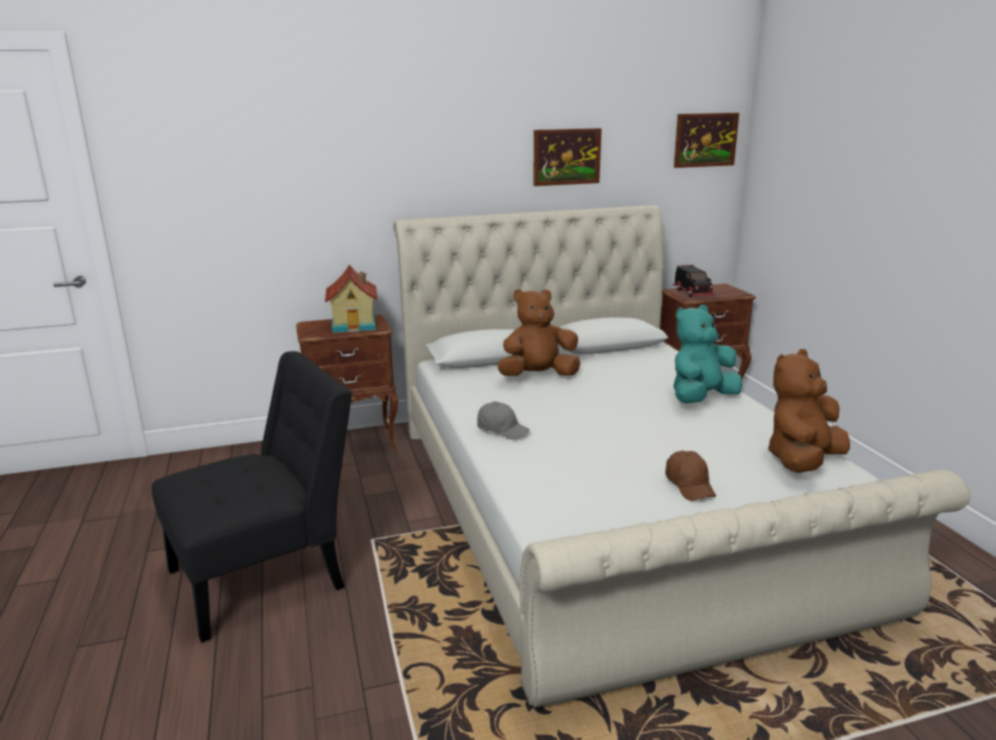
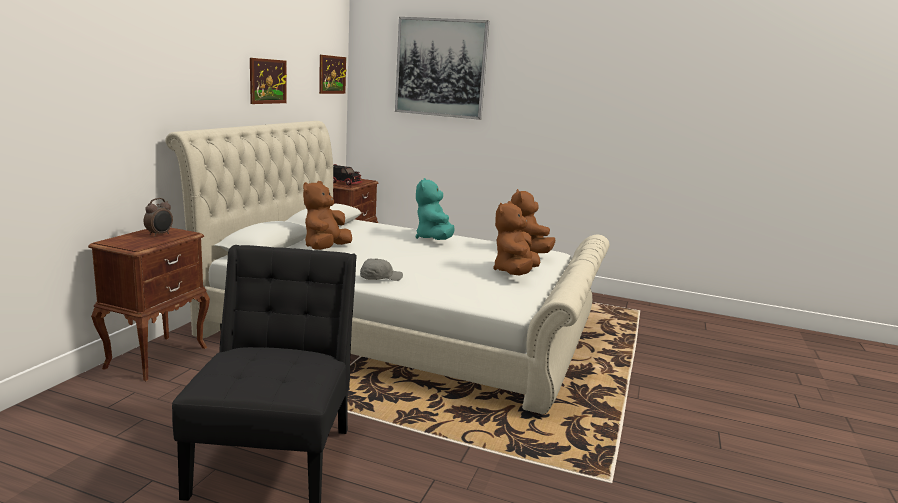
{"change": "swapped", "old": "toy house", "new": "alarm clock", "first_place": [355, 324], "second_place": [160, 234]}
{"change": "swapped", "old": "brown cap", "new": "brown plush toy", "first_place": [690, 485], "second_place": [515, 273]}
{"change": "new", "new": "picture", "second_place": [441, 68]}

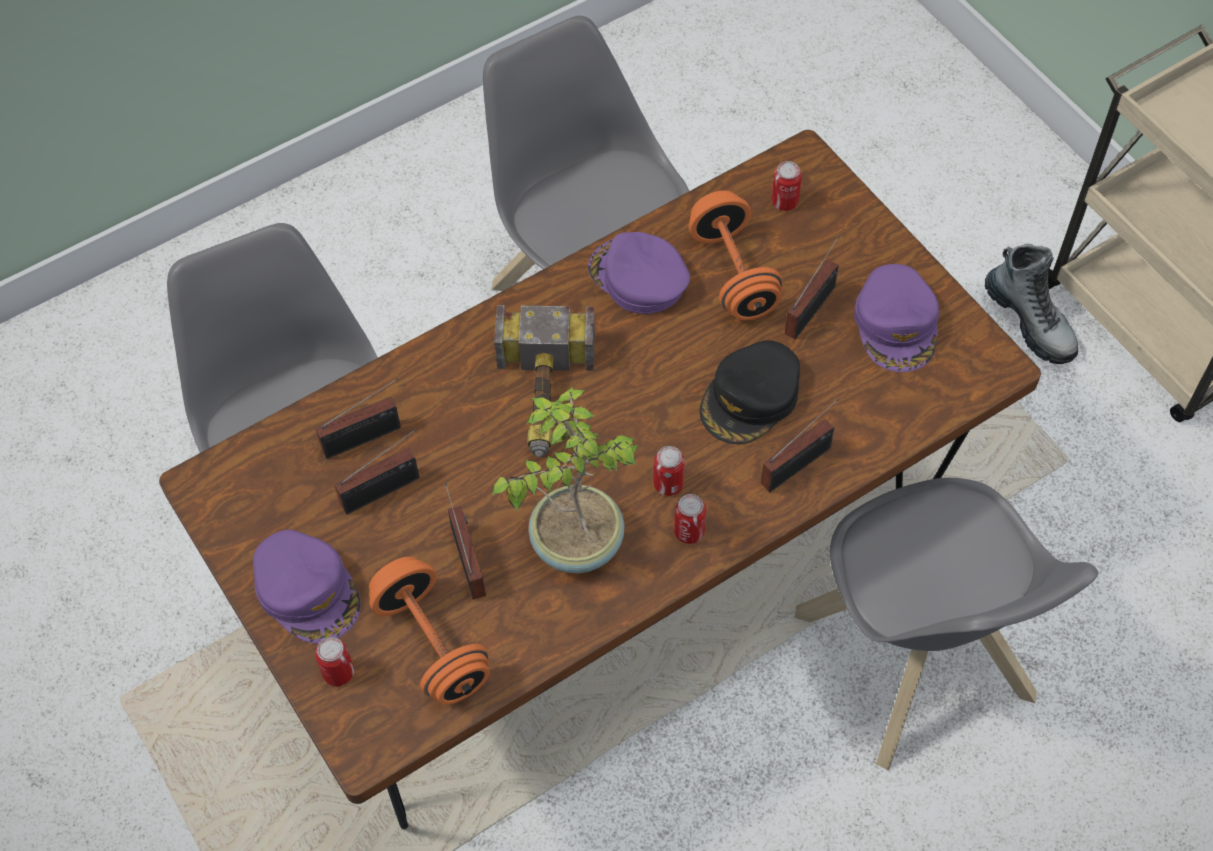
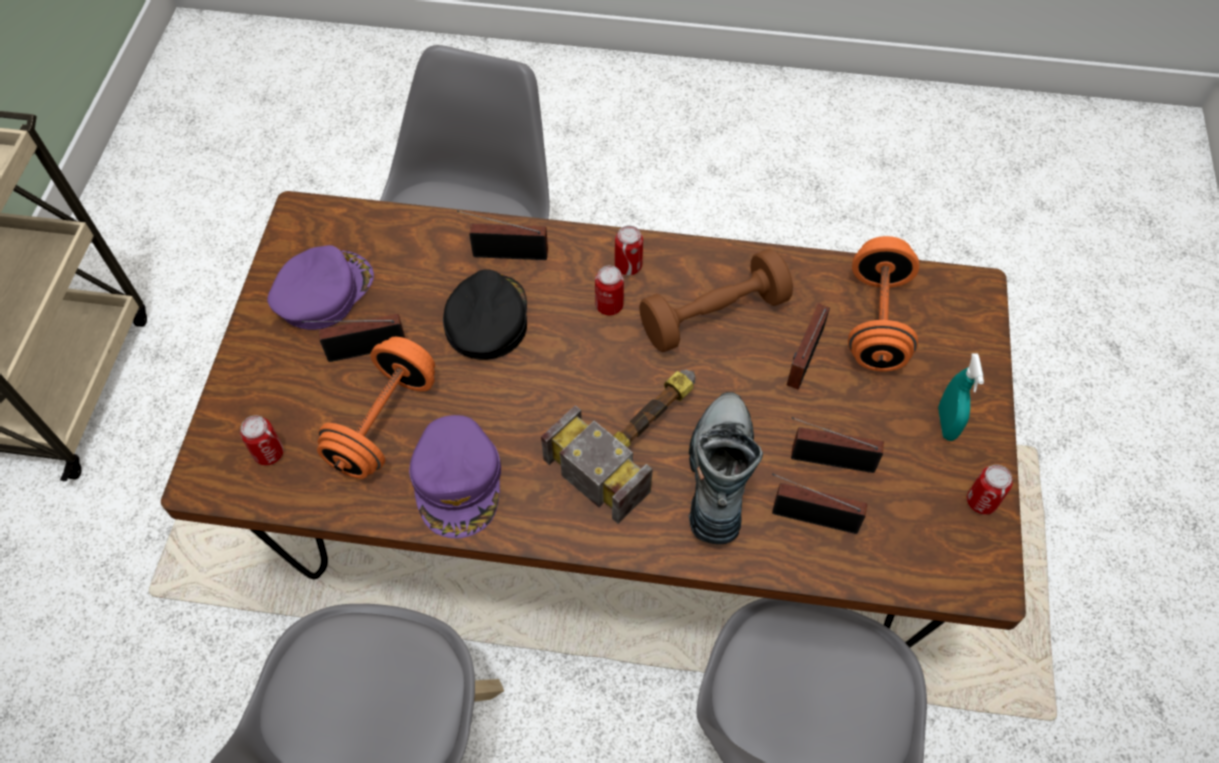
{"change": "shifted", "old": "boot", "first_place": [1030, 321], "second_place": [719, 474]}
{"change": "rotated", "old": "black cap", "first_place": [750, 399], "second_place": [486, 319], "degrees": -75}
{"change": "swapped", "old": "potted plant", "new": "brown dumbbell", "first_place": [575, 541], "second_place": [713, 316]}
{"change": "swapped", "old": "purple cap", "new": "turquoise spray bottle", "first_place": [308, 591], "second_place": [946, 423]}
{"change": "shifted", "old": "can", "first_place": [338, 672], "second_place": [981, 501]}

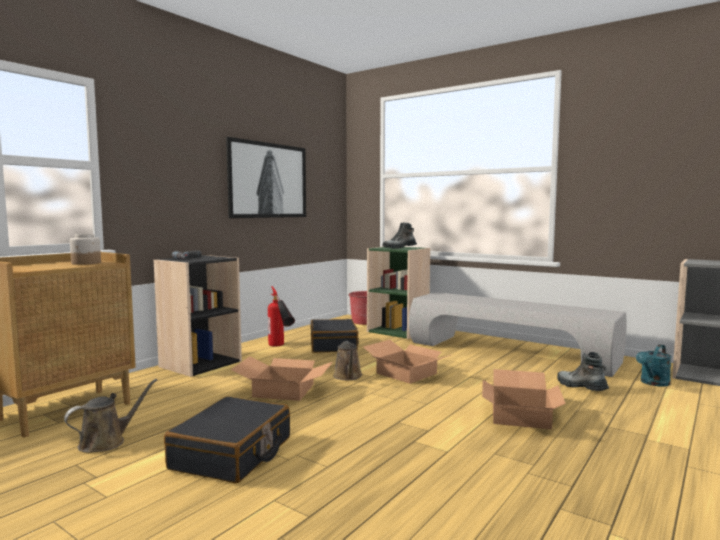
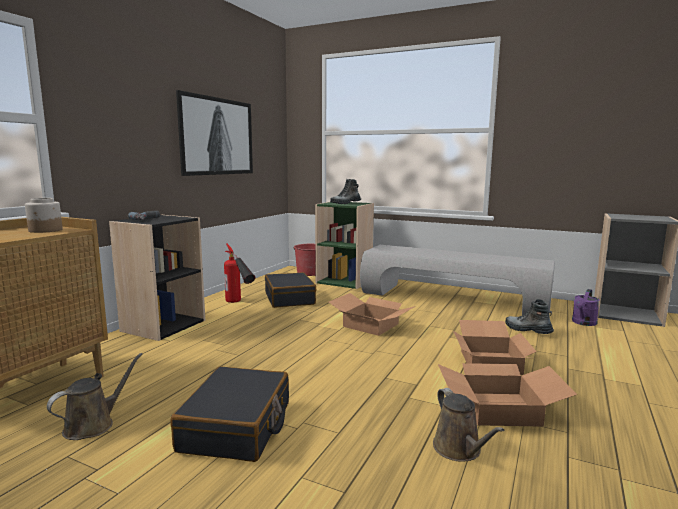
{"change": "shifted", "old": "brown watering can", "first_place": [348, 376], "second_place": [459, 450]}
{"change": "repainted", "old": "turquoise watering can", "new": "purple watering can", "first_place": [653, 383], "second_place": [583, 323]}
{"change": "shifted", "old": "cardboard box", "first_place": [282, 391], "second_place": [499, 409]}

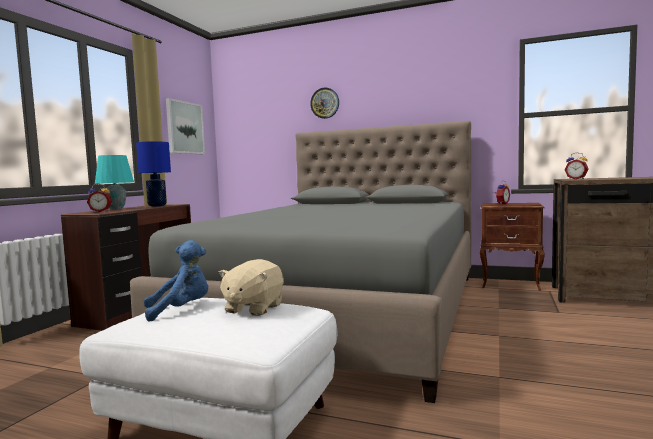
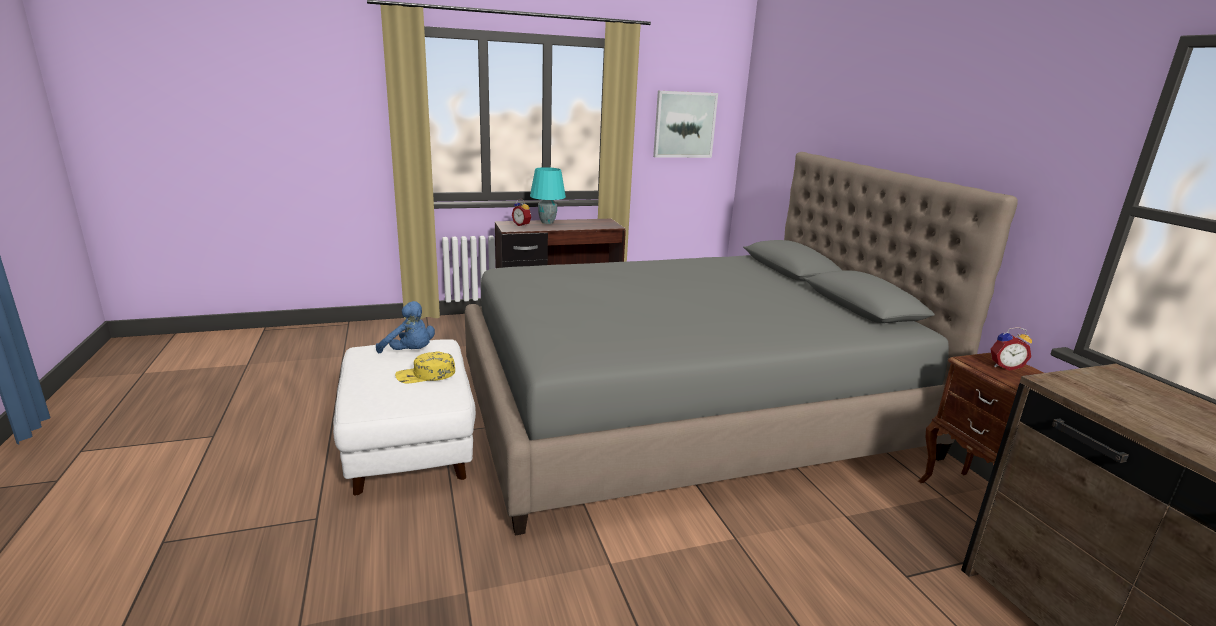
{"change": "gone", "old": "wall clock", "first_place": [325, 103]}
{"change": "gone", "old": "blue table lamp", "first_place": [157, 206]}
{"change": "gone", "old": "alarm clock", "first_place": [576, 179]}
{"change": "swapped", "old": "beige plush toy", "new": "yellow cap", "first_place": [253, 308], "second_place": [425, 375]}

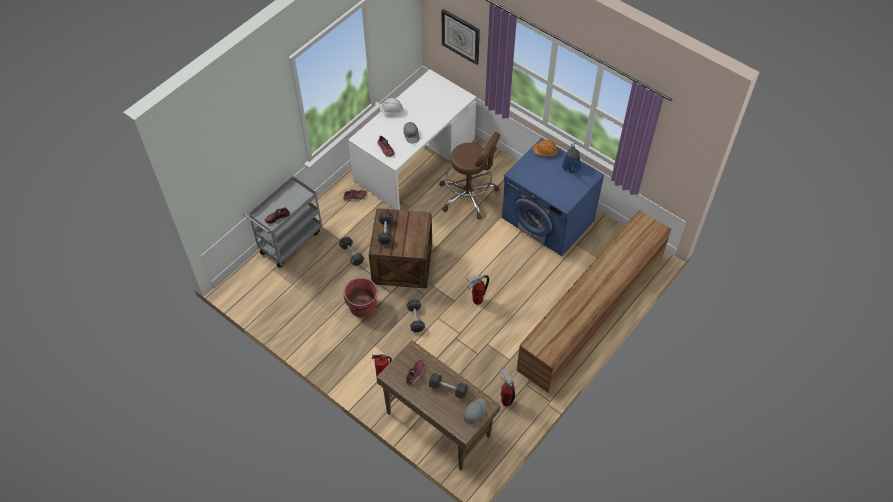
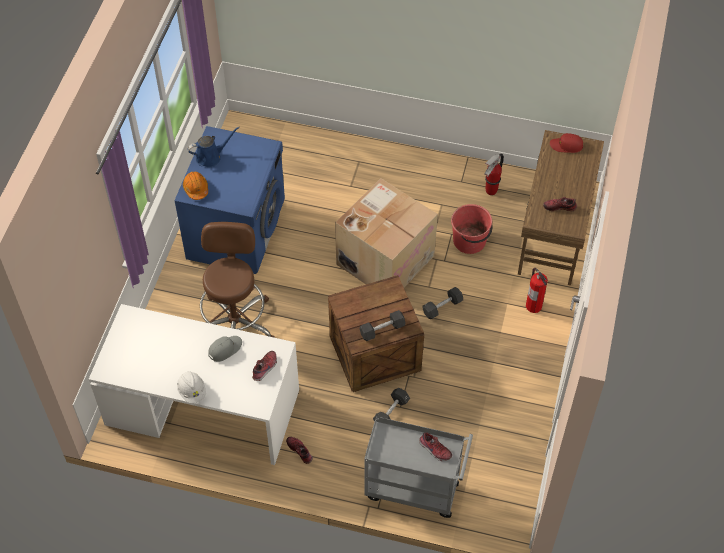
{"change": "gone", "old": "wall clock", "first_place": [461, 36]}
{"change": "gone", "old": "brown cabinet", "first_place": [590, 318]}
{"change": "swapped", "old": "fire extinguisher", "new": "cardboard box", "first_place": [477, 301], "second_place": [385, 259]}
{"change": "shifted", "old": "red bucket", "first_place": [362, 306], "second_place": [470, 241]}
{"change": "gone", "old": "black dumbbell", "first_place": [448, 389]}
{"change": "repainted", "old": "grey cap", "new": "red cap", "first_place": [474, 411], "second_place": [566, 145]}

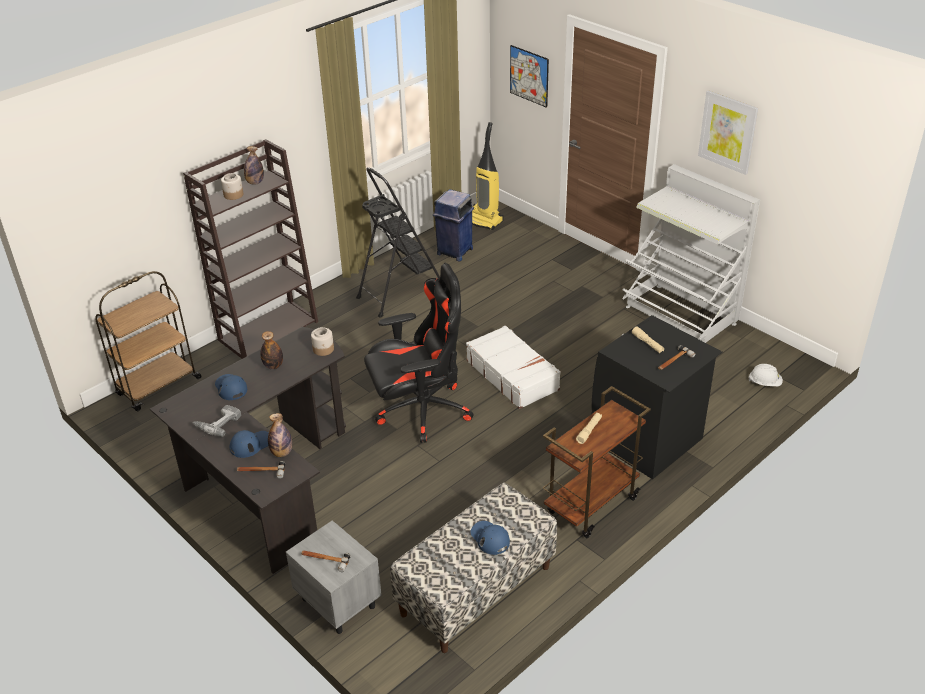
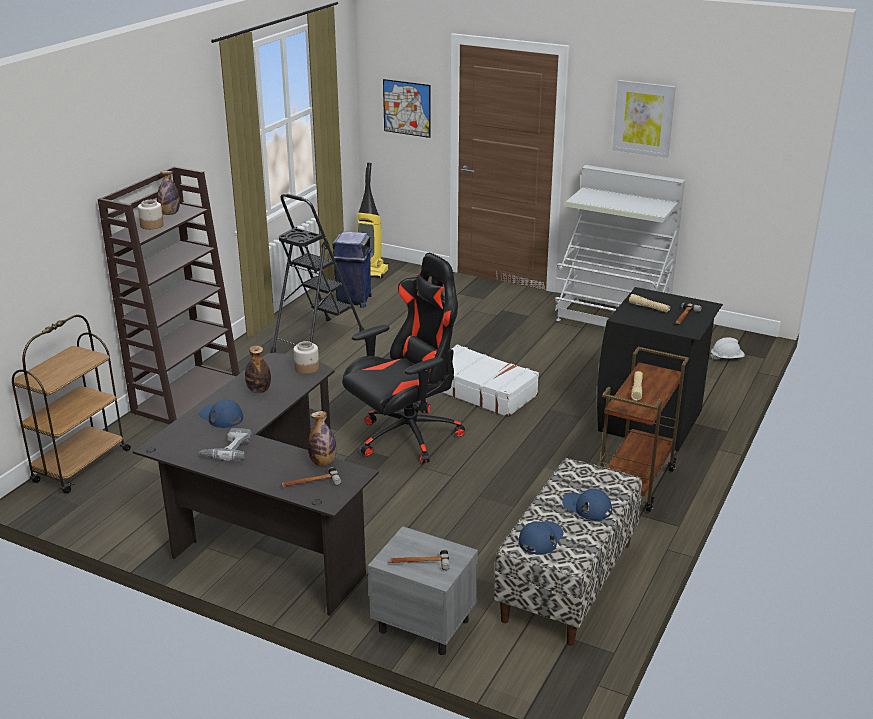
{"change": "shifted", "old": "blue cap", "first_place": [250, 444], "second_place": [541, 539]}

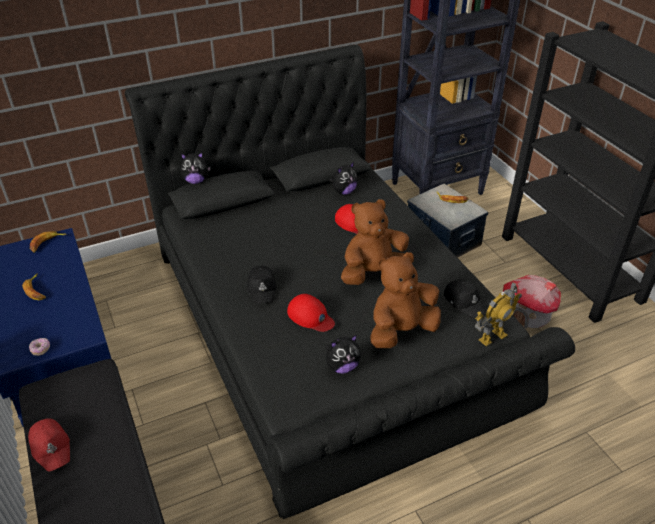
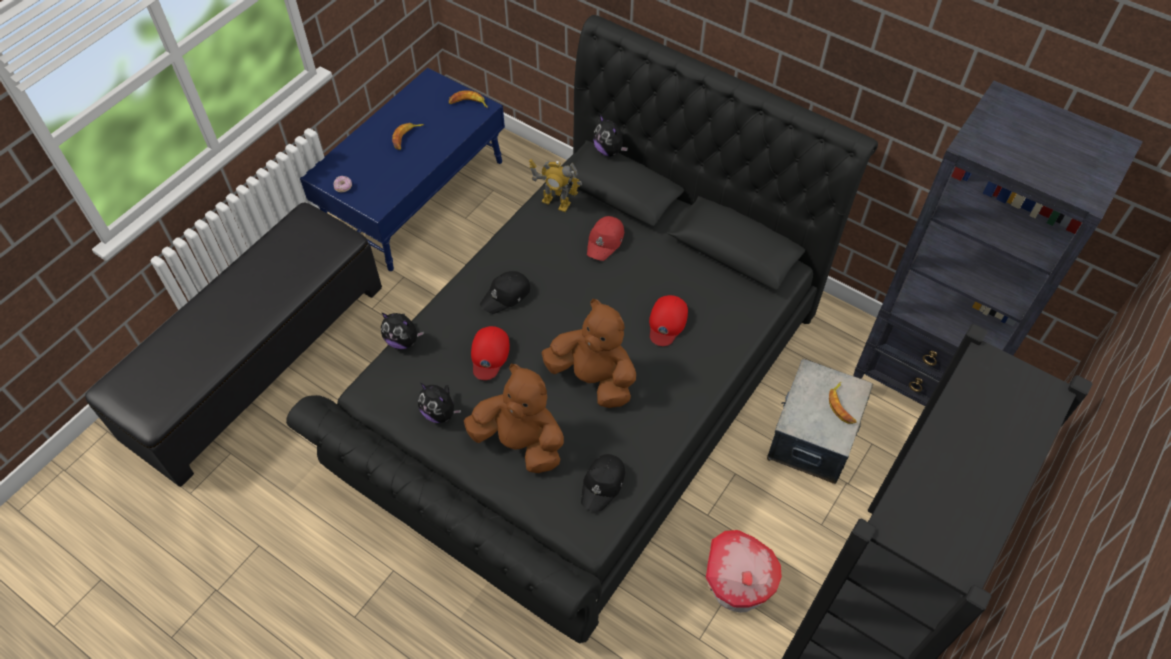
{"change": "shifted", "old": "plush toy", "first_place": [344, 192], "second_place": [403, 340]}
{"change": "shifted", "old": "toy robot", "first_place": [492, 337], "second_place": [556, 203]}
{"change": "shifted", "old": "red cap", "first_place": [51, 447], "second_place": [605, 241]}

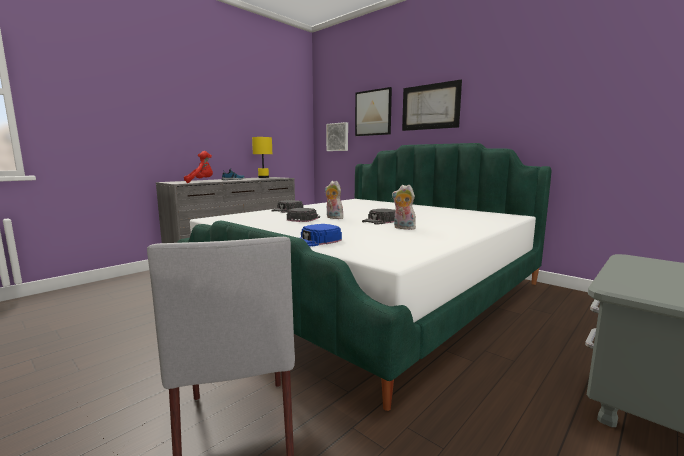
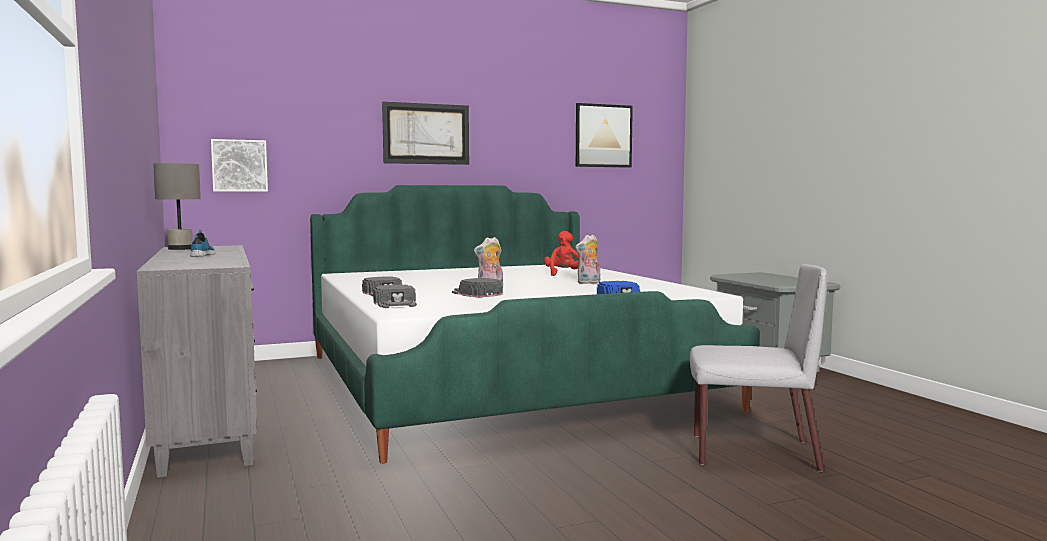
{"change": "shifted", "old": "picture", "first_place": [373, 113], "second_place": [603, 136]}
{"change": "repainted", "old": "yellow table lamp", "new": "grey table lamp", "first_place": [263, 177], "second_place": [180, 248]}
{"change": "shifted", "old": "red plush toy", "first_place": [200, 182], "second_place": [564, 275]}
{"change": "shifted", "old": "black cap", "first_place": [380, 221], "second_place": [396, 303]}

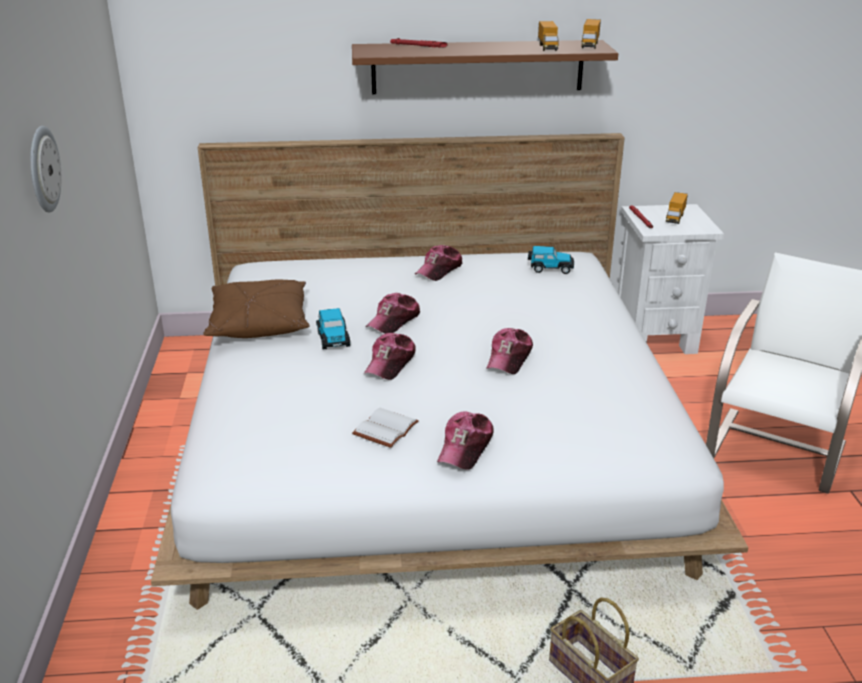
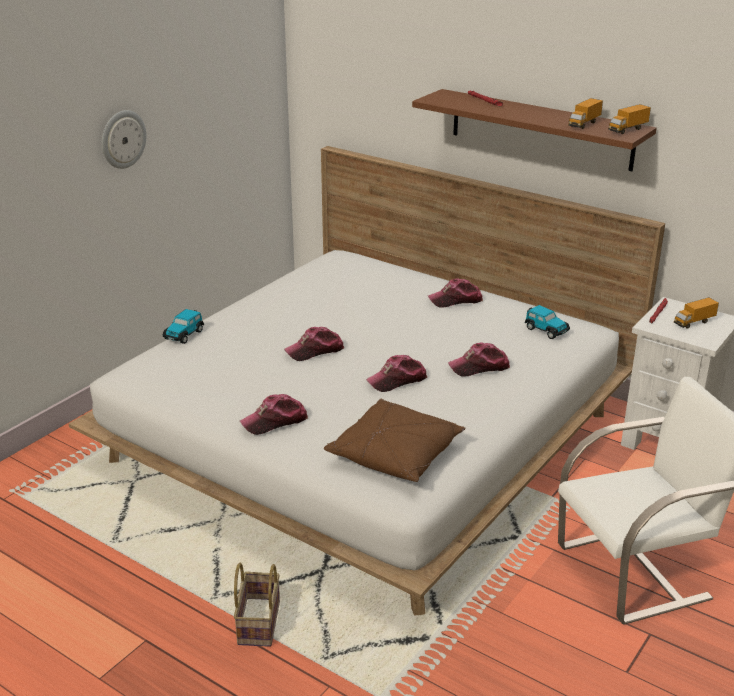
{"change": "shifted", "old": "brown pillow", "first_place": [259, 323], "second_place": [395, 454]}
{"change": "shifted", "old": "cap", "first_place": [394, 321], "second_place": [479, 367]}
{"change": "shifted", "old": "toy car", "first_place": [333, 339], "second_place": [184, 334]}
{"change": "gone", "old": "white book", "first_place": [385, 428]}

